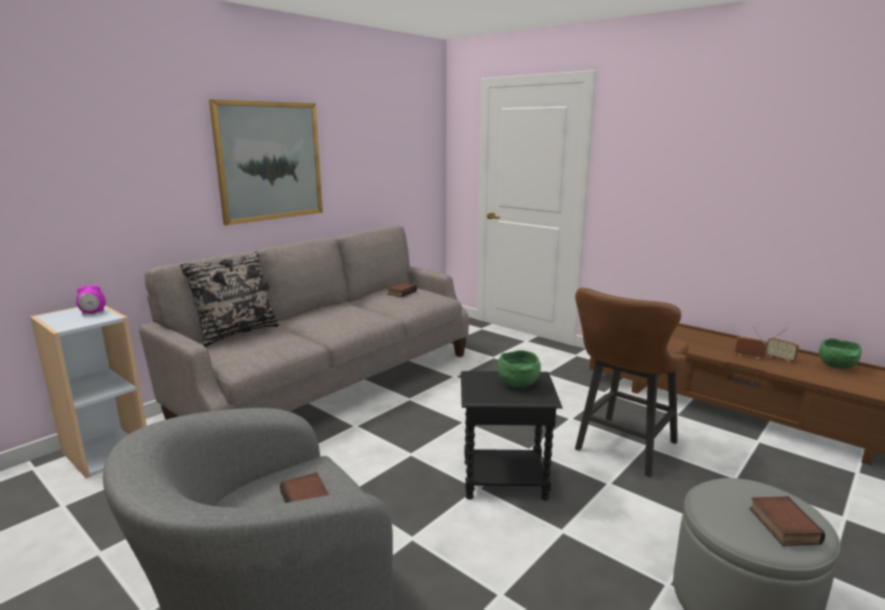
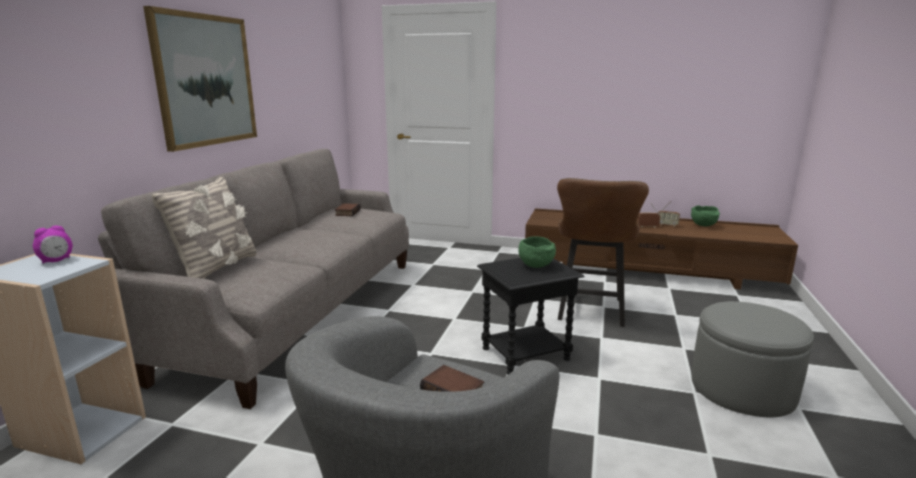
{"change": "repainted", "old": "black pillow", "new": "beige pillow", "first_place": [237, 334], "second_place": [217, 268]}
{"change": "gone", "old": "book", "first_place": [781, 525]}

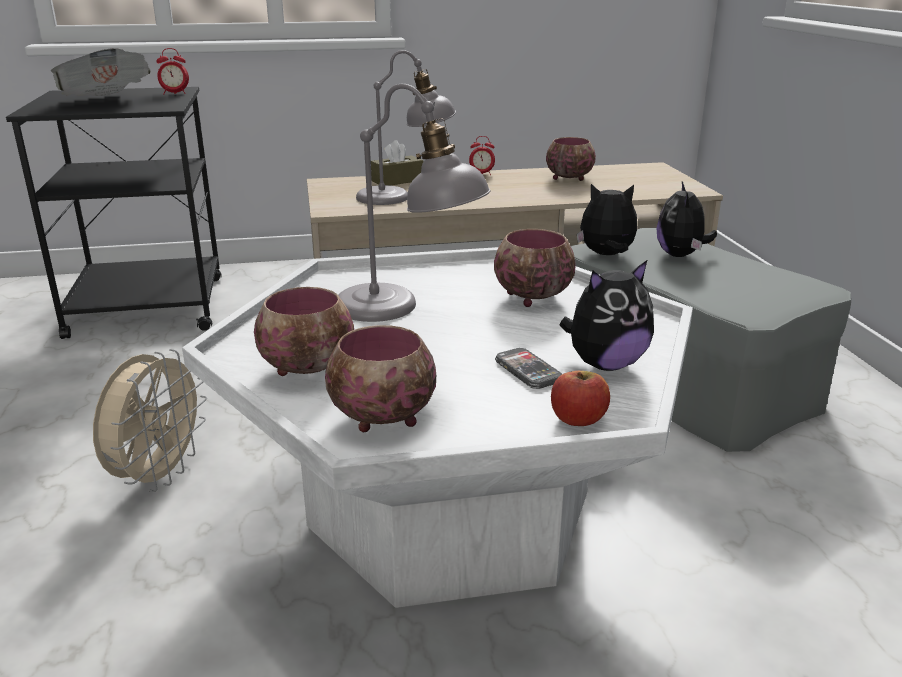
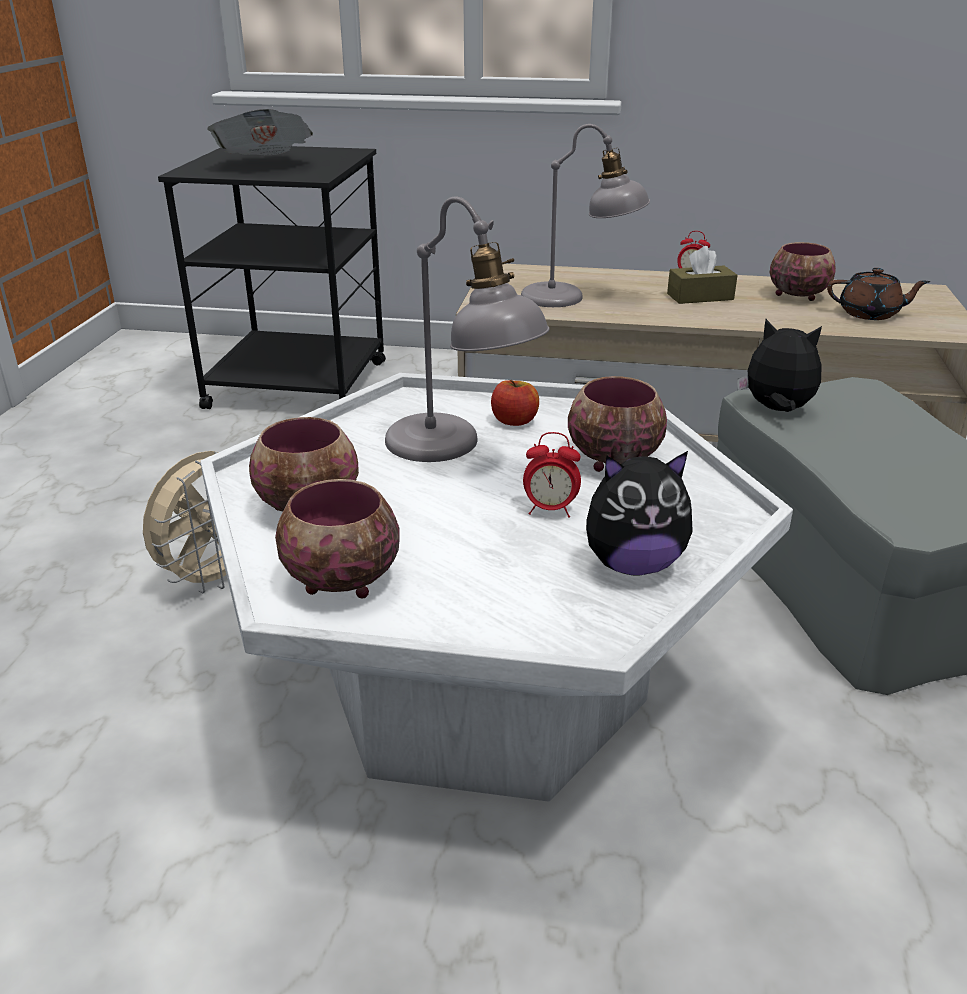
{"change": "shifted", "old": "alarm clock", "first_place": [175, 93], "second_place": [550, 510]}
{"change": "shifted", "old": "brown tissue box", "first_place": [397, 180], "second_place": [700, 297]}
{"change": "gone", "old": "plush toy", "first_place": [681, 255]}
{"change": "gone", "old": "phone", "first_place": [528, 370]}
{"change": "shifted", "old": "apple", "first_place": [578, 419], "second_place": [514, 421]}
{"change": "new", "new": "brown teapot", "second_place": [870, 314]}

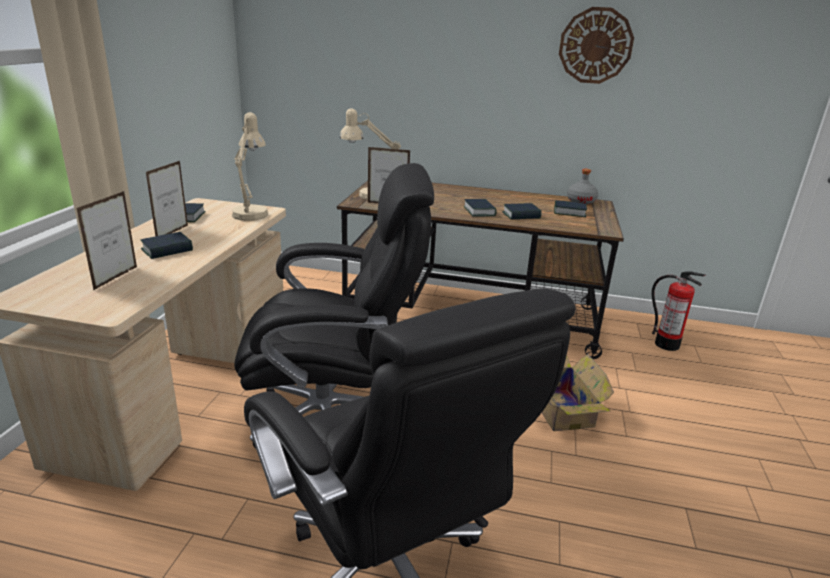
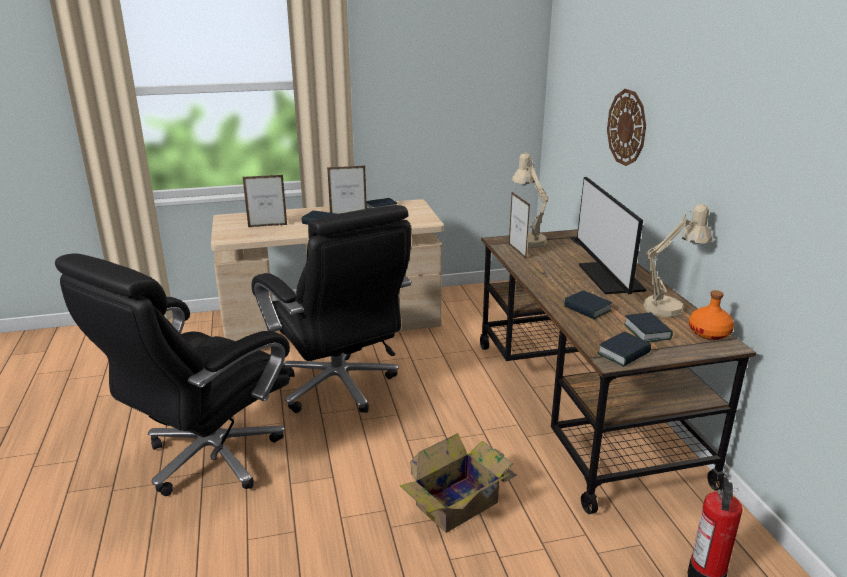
{"change": "shifted", "old": "wall clock", "first_place": [595, 46], "second_place": [627, 127]}
{"change": "shifted", "old": "beige table lamp", "first_place": [252, 212], "second_place": [669, 307]}
{"change": "repainted", "old": "grey bottle", "new": "orange bottle", "first_place": [581, 201], "second_place": [709, 333]}
{"change": "shifted", "old": "book", "first_place": [479, 211], "second_place": [624, 353]}
{"change": "new", "new": "monitor", "second_place": [609, 277]}

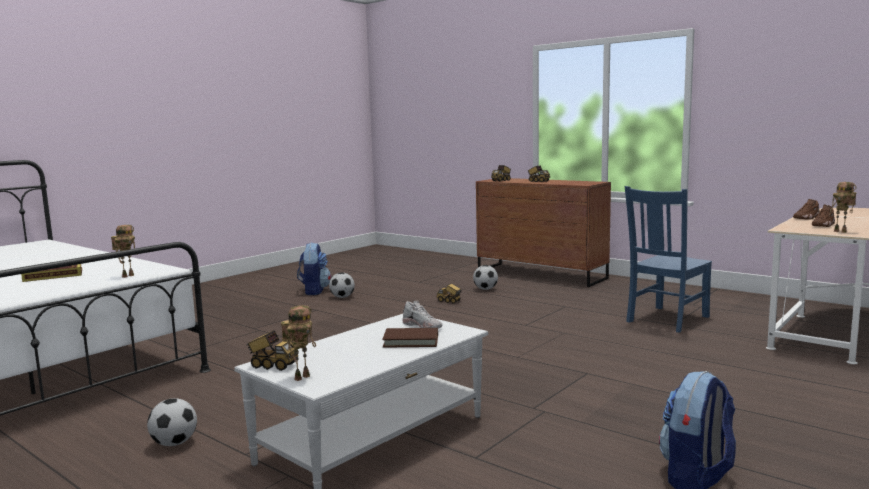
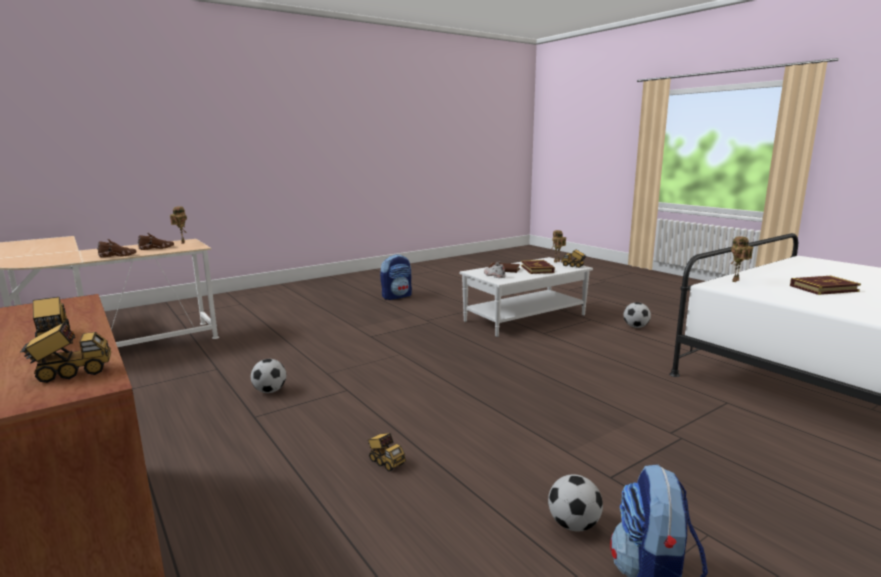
{"change": "gone", "old": "blue chair", "first_place": [666, 320]}
{"change": "shifted", "old": "football", "first_place": [485, 289], "second_place": [270, 391]}
{"change": "new", "new": "book", "second_place": [537, 269]}

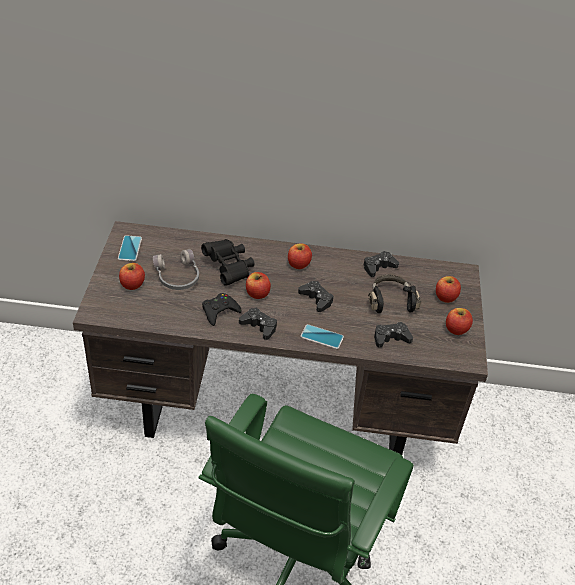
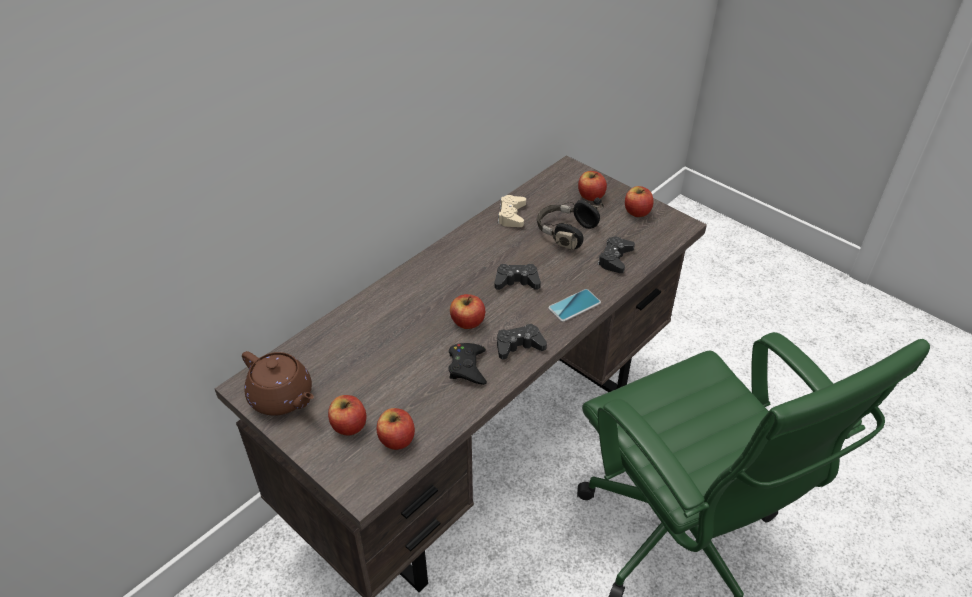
{"change": "swapped", "old": "phone", "new": "brown teapot", "first_place": [130, 248], "second_place": [282, 397]}
{"change": "gone", "old": "black binoculars", "first_place": [229, 268]}
{"change": "shifted", "old": "apple", "first_place": [298, 264], "second_place": [396, 439]}
{"change": "gone", "old": "grey headphones", "first_place": [177, 277]}
{"change": "repainted", "old": "black game controller", "new": "beige game controller", "first_place": [379, 267], "second_place": [511, 215]}

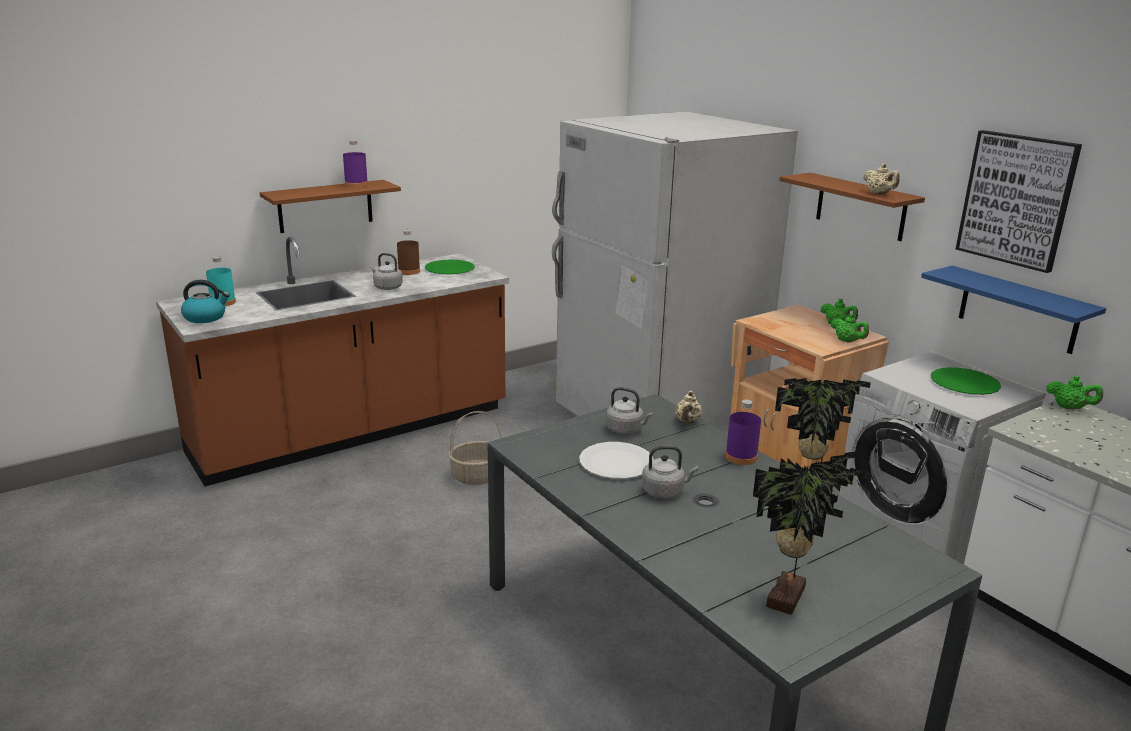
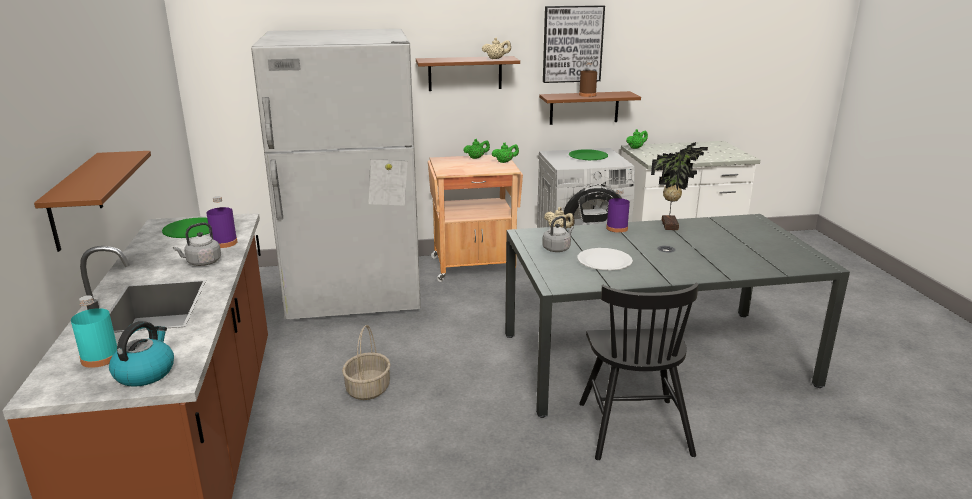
{"change": "shifted", "old": "purple bottle", "first_place": [356, 185], "second_place": [224, 243]}
{"change": "shifted", "old": "brown bottle", "first_place": [409, 271], "second_place": [587, 95]}
{"change": "repainted", "old": "blue shelf", "new": "brown shelf", "first_place": [1018, 310], "second_place": [584, 108]}
{"change": "gone", "old": "grey kettle", "first_place": [665, 491]}
{"change": "gone", "old": "potted plant", "first_place": [789, 598]}
{"change": "new", "new": "black chair", "second_place": [632, 423]}

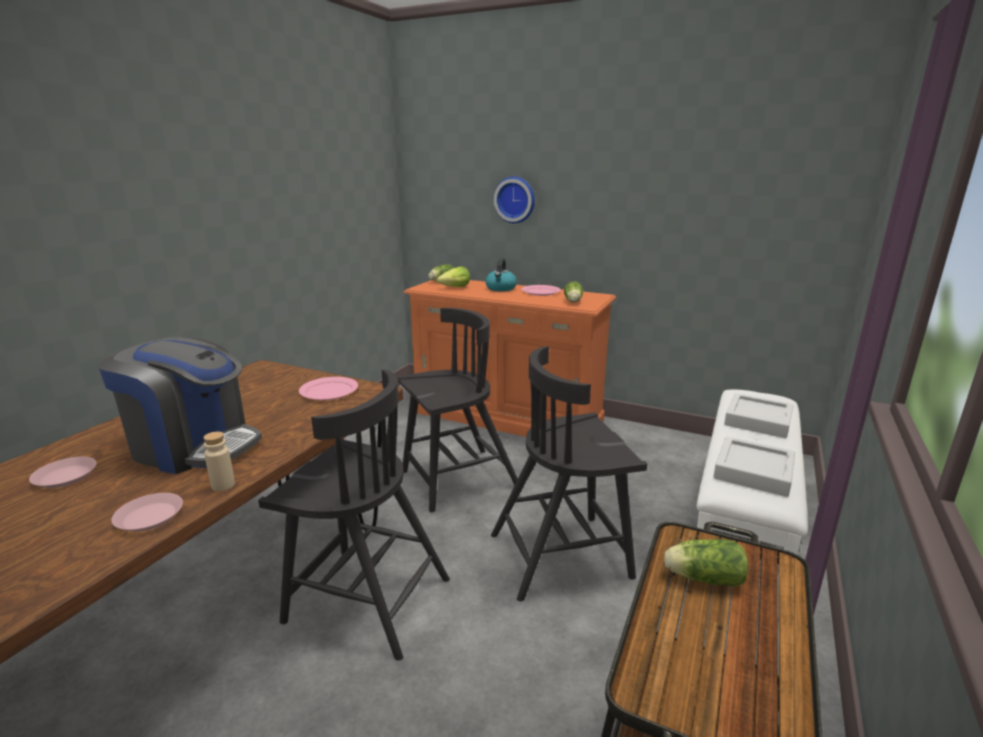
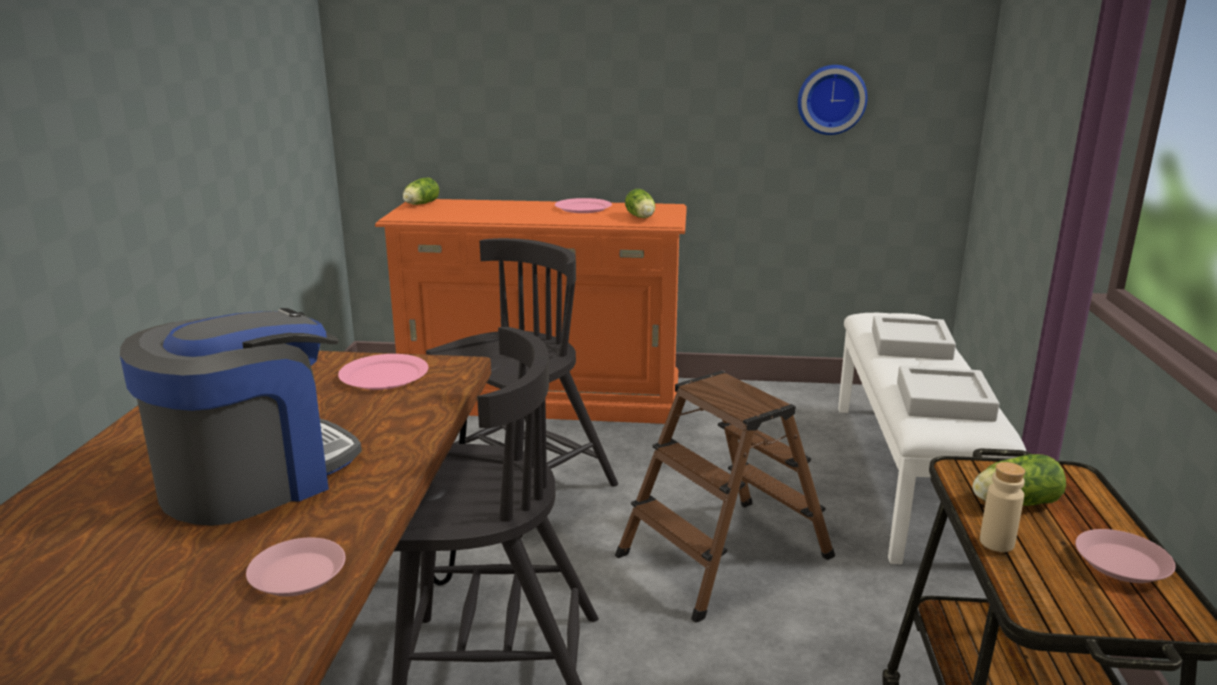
{"change": "shifted", "old": "wall clock", "first_place": [515, 199], "second_place": [831, 99]}
{"change": "gone", "old": "kettle", "first_place": [501, 288]}
{"change": "gone", "old": "lettuce", "first_place": [455, 288]}
{"change": "rotated", "old": "coffee machine", "first_place": [194, 446], "second_place": [255, 478], "degrees": -45}
{"change": "swapped", "old": "black chair", "new": "brown step ladder", "first_place": [563, 554], "second_place": [724, 555]}
{"change": "shifted", "old": "beige bottle", "first_place": [223, 485], "second_place": [996, 543]}
{"change": "shifted", "old": "pink plate", "first_place": [65, 477], "second_place": [1122, 563]}

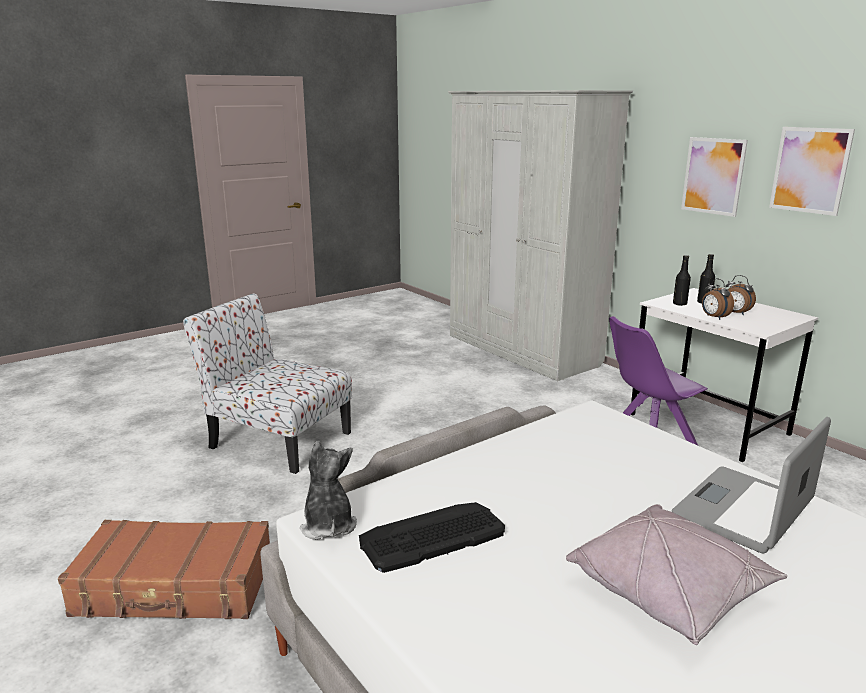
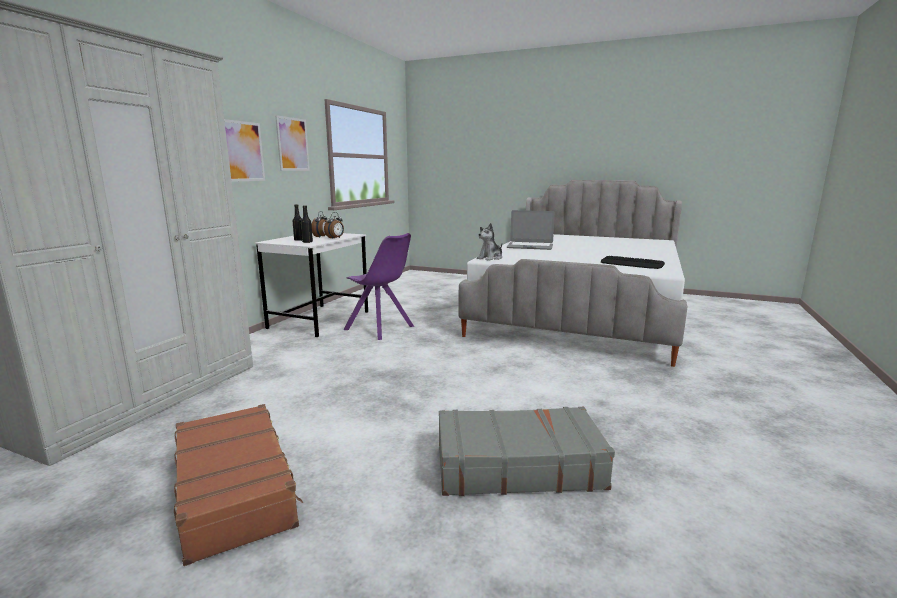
{"change": "swapped", "old": "chair", "new": "grey suitcase", "first_place": [277, 439], "second_place": [517, 465]}
{"change": "shifted", "old": "plush toy", "first_place": [328, 525], "second_place": [490, 258]}
{"change": "gone", "old": "purple pillow", "first_place": [670, 590]}
{"change": "shifted", "old": "brown suitcase", "first_place": [175, 587], "second_place": [236, 489]}

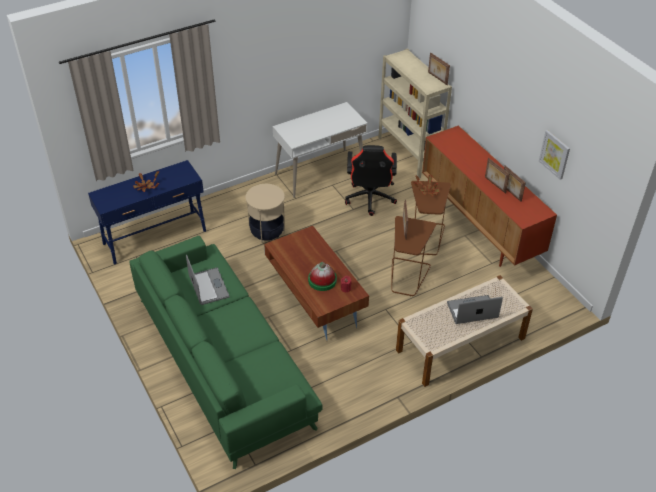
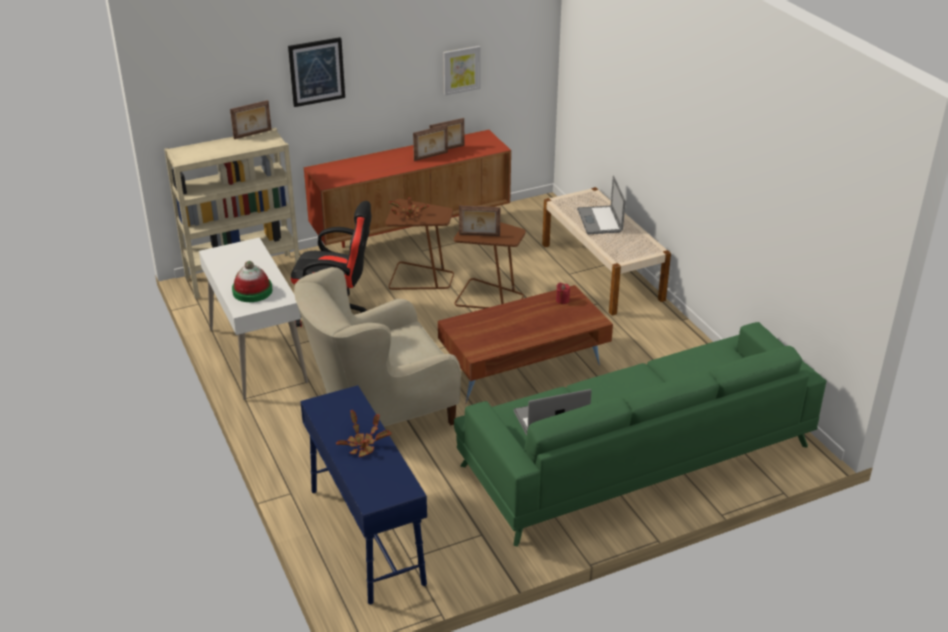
{"change": "swapped", "old": "beige side table", "new": "beige armchair", "first_place": [267, 232], "second_place": [379, 411]}
{"change": "shifted", "old": "hat", "first_place": [322, 280], "second_place": [252, 291]}
{"change": "new", "new": "picture", "second_place": [316, 71]}

